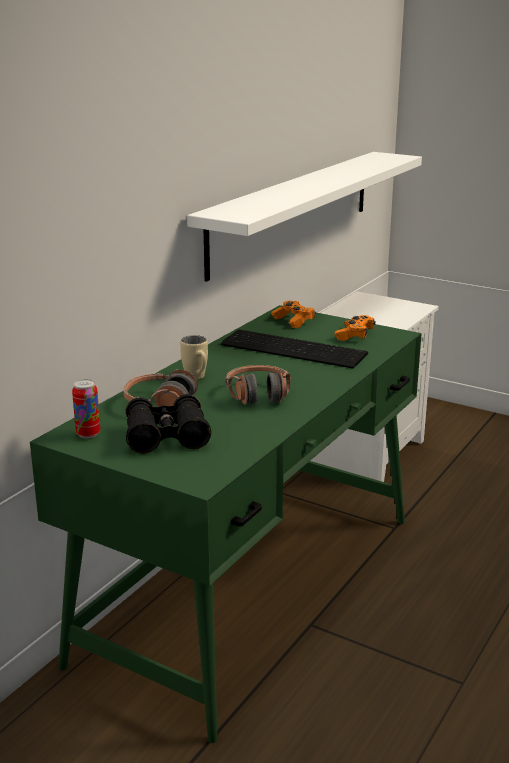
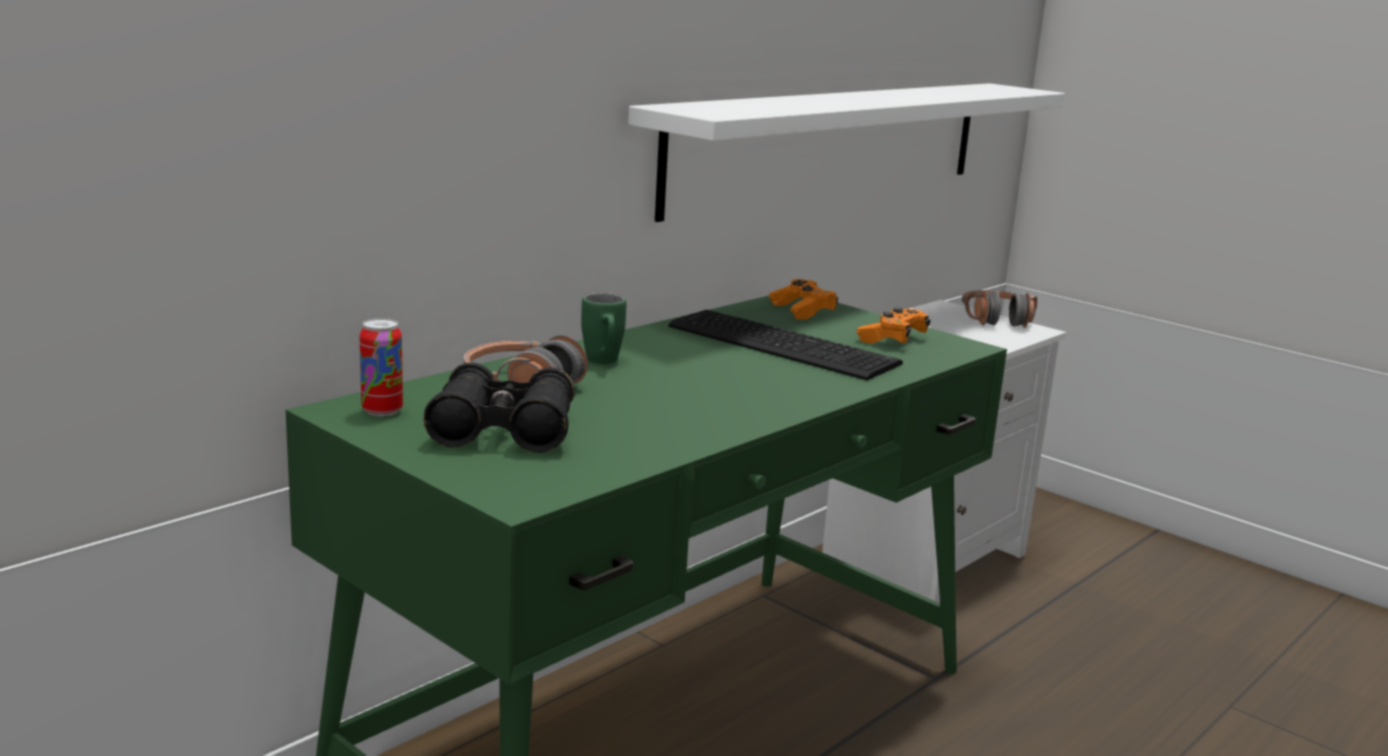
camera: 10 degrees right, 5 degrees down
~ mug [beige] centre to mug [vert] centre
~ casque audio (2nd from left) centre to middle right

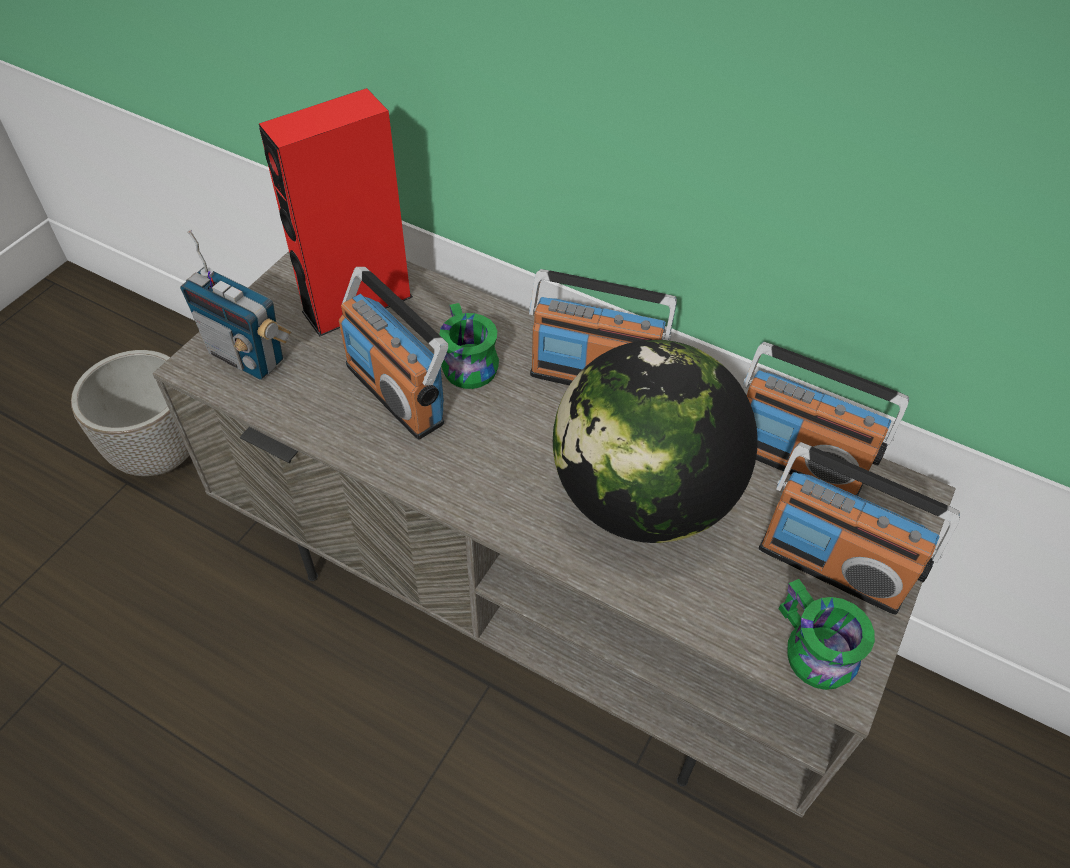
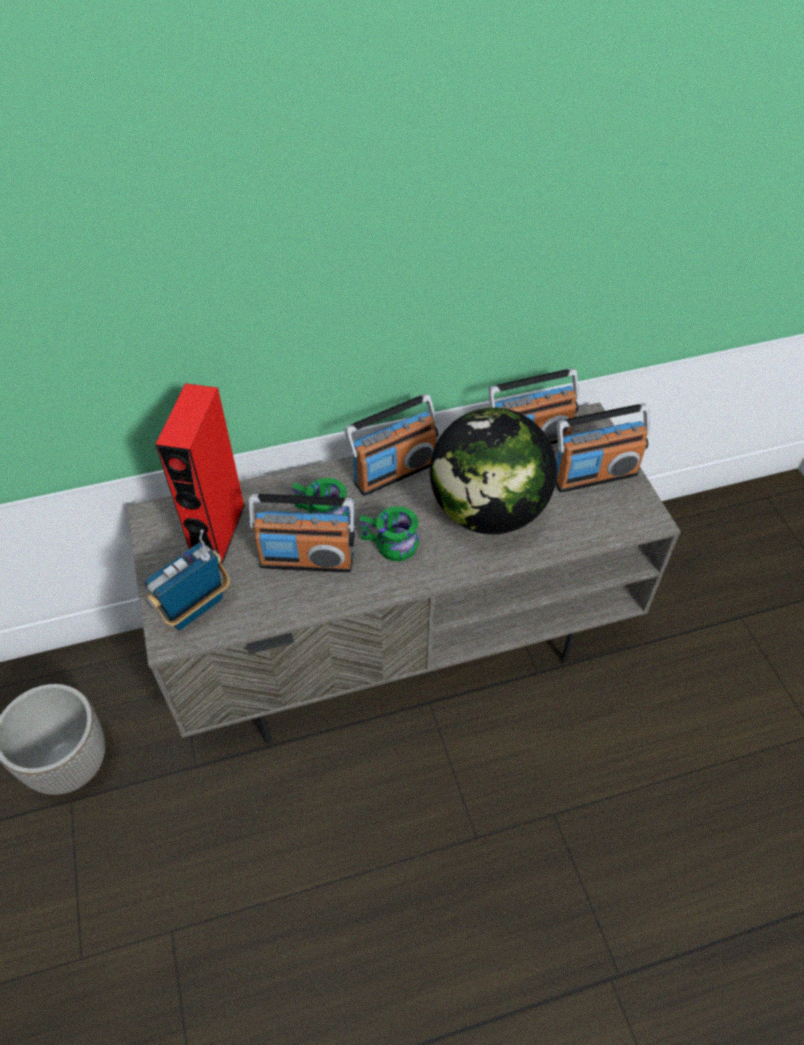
camera: 45 degrees left, 0 degrees up
~ radio (1st from left) middle left = middle left 150 degrees clockwise
~ mug [vert] (2nd from left) bottom right to centre

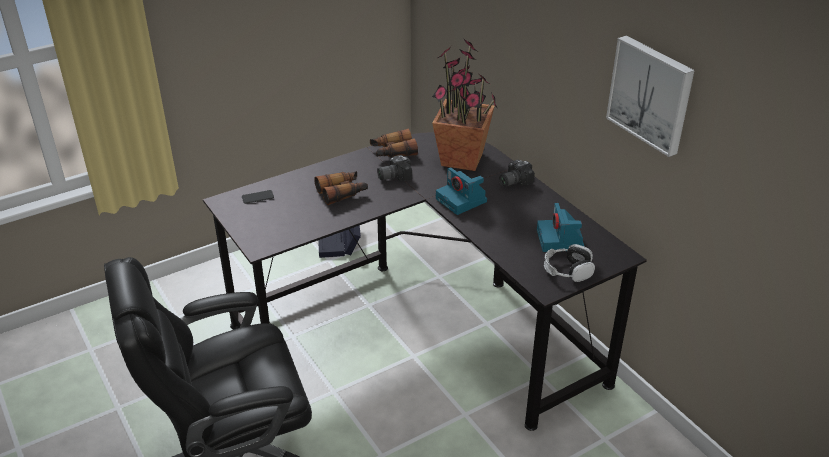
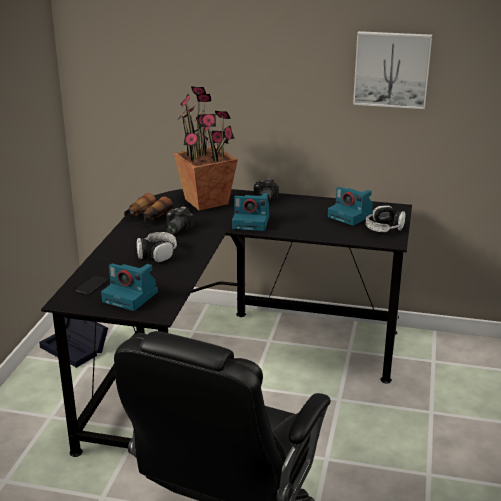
camera: 45 degrees left, 10 degrees down
+ appareil photo (1st from left) middle left
~ jumelles (1st from left) centre to casque audio (1st from left) middle left

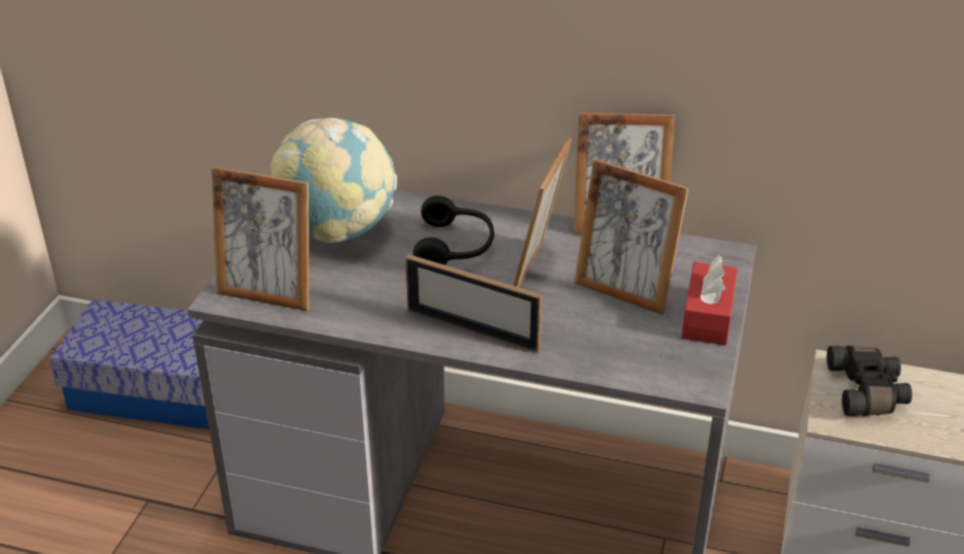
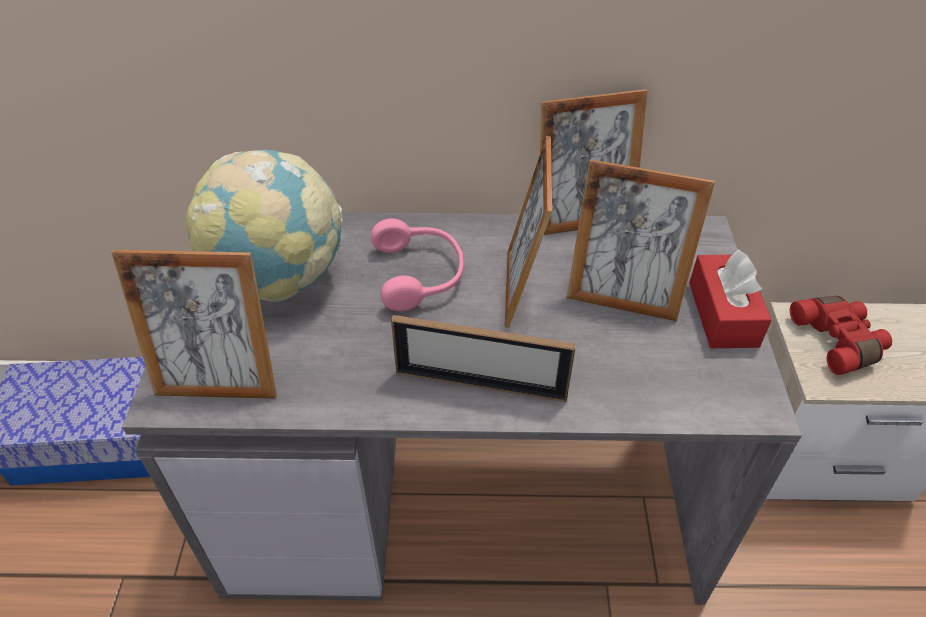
camera: 15 degrees left, 10 degrees up
~ casque audio [noir] centre to casque audio [rose] centre
~ jumelles [noir] bottom right to jumelles [rouge] middle right

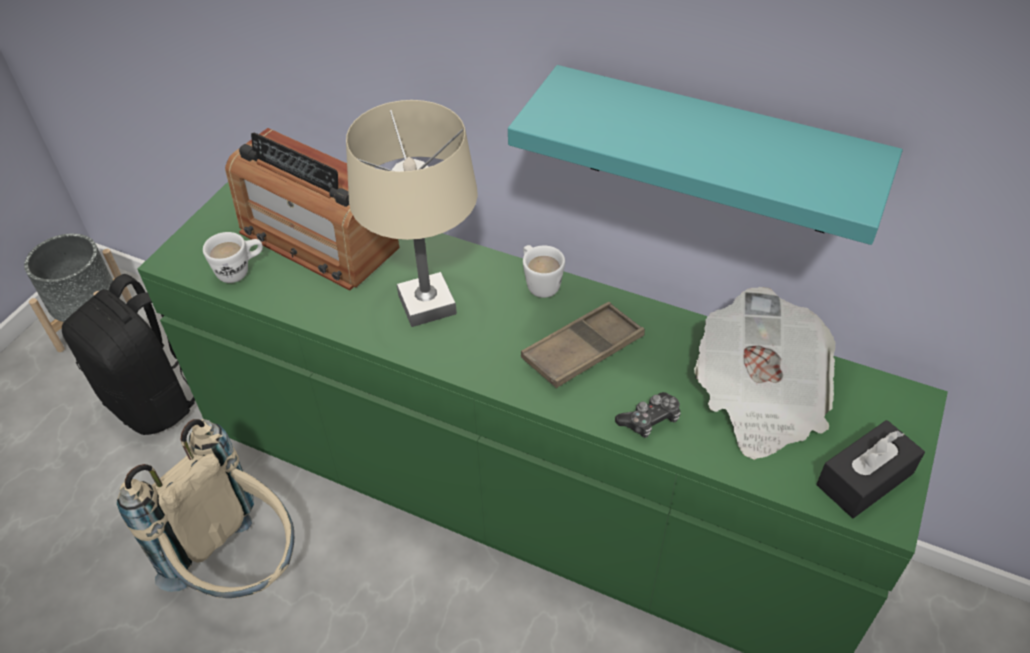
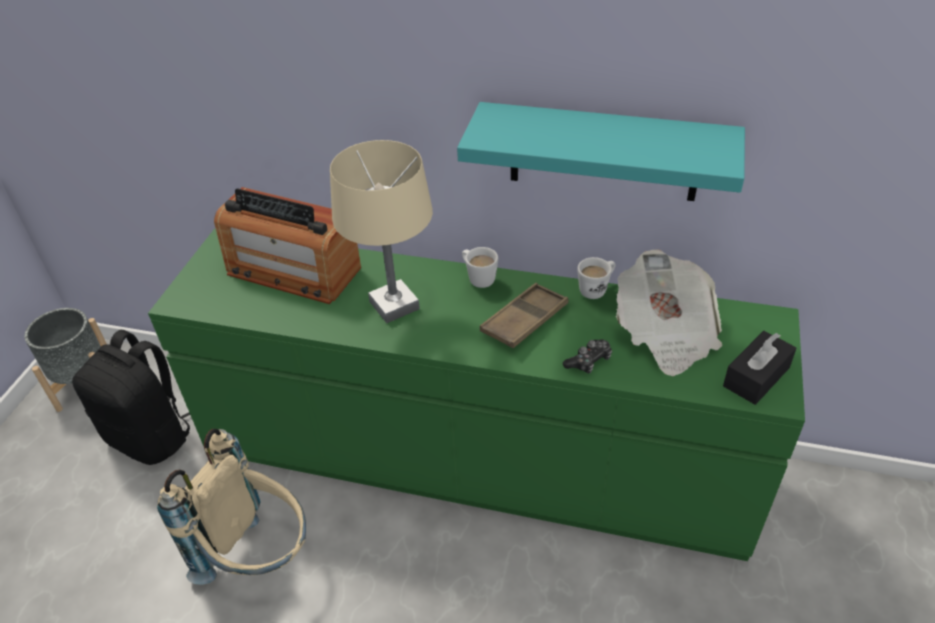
camera: 10 degrees left, 5 degrees down
~ mug [blanc] (1st from left in the first image) middle left to mug [blanc] (2nd from left) centre

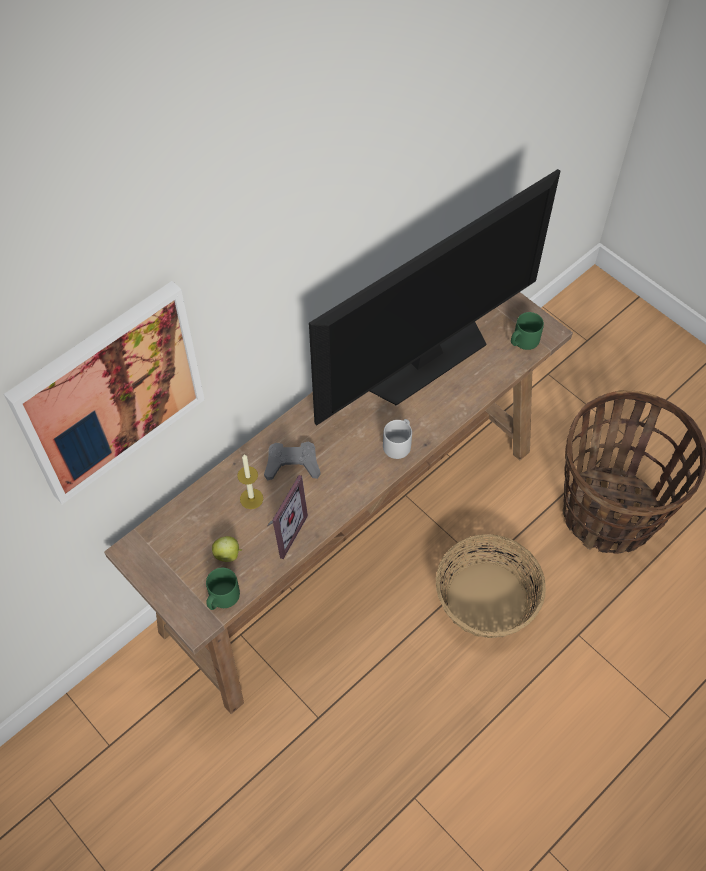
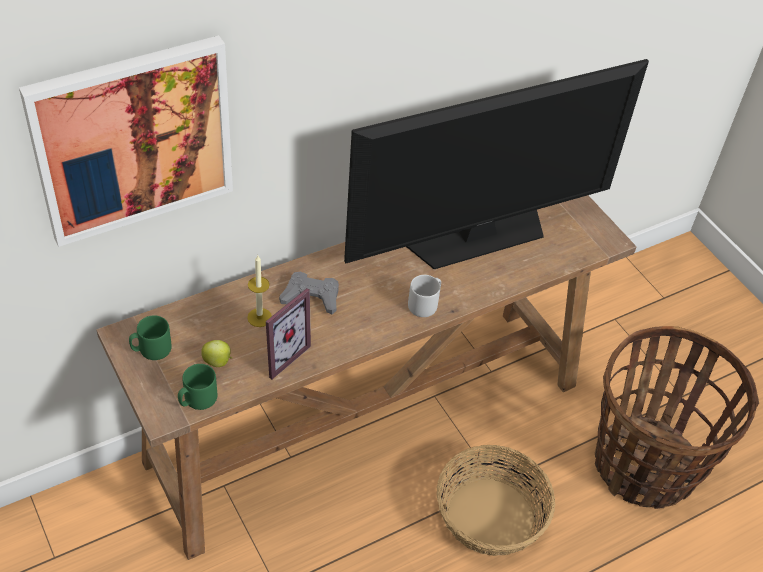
camera: 10 degrees right, 10 degrees down
~ mug [vert] (2nd from left in the first image) middle right to mug [vert] (1st from left) middle left

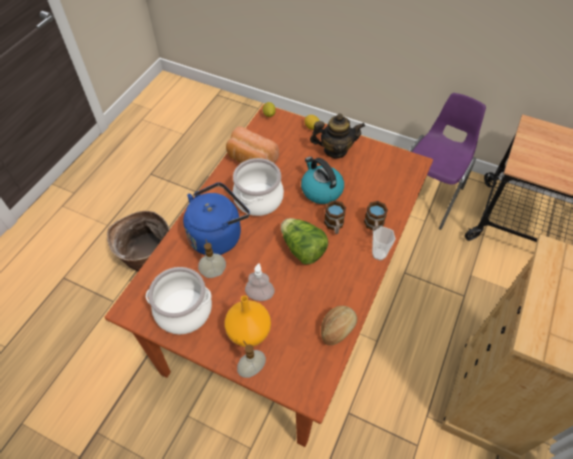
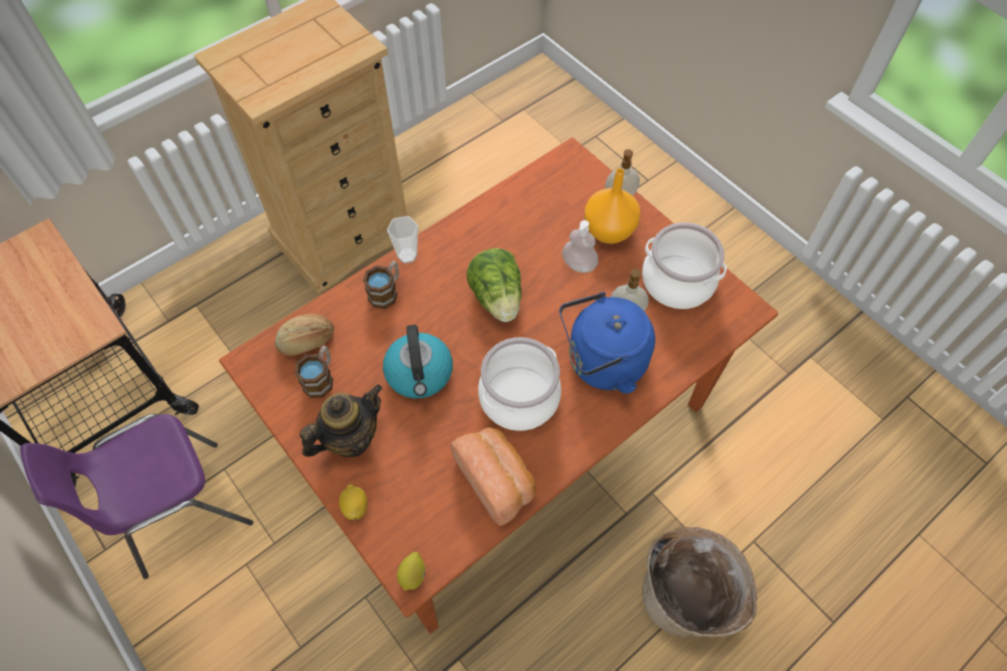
camera: 155 degrees left, 5 degrees up
~ pain (2nd from left in the first image) bottom centre to pain (1st from left) middle left
~ mug (1st from left) centre to middle left
~ théière top centre = centre 120 degrees clockwise

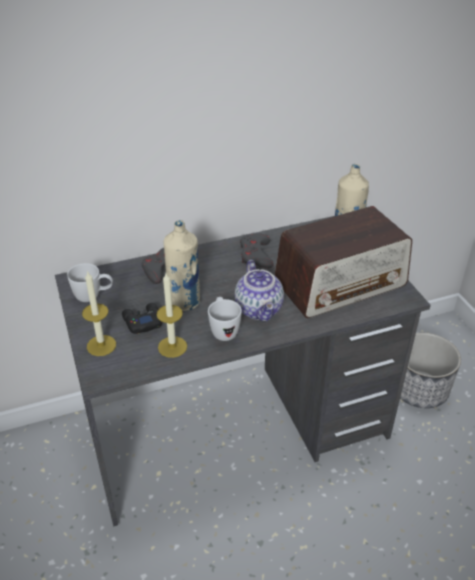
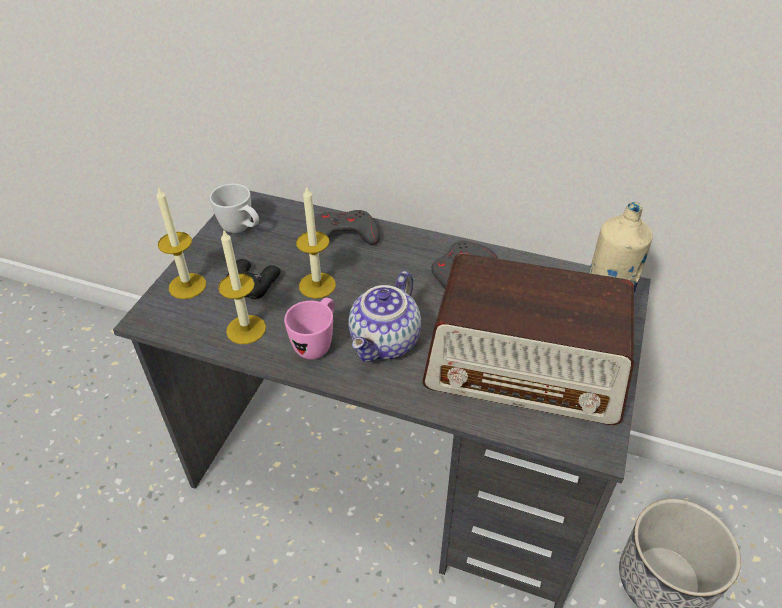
camera: 40 degrees right, 5 degrees up
~ mug [blanc] (2nd from left) centre to mug [rose] centre
~ bouteille [beige] (1st from left) centre to bougie (3rd from left) centre

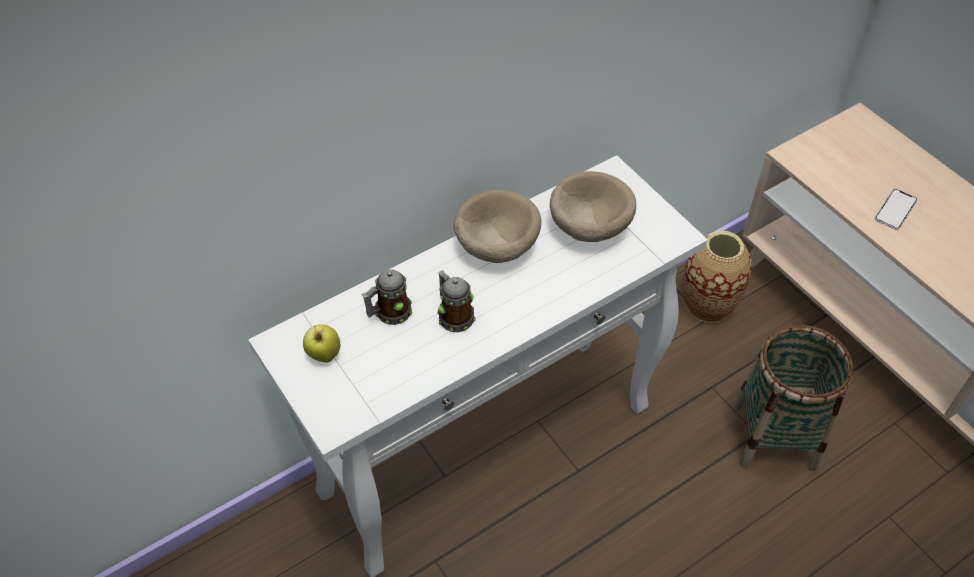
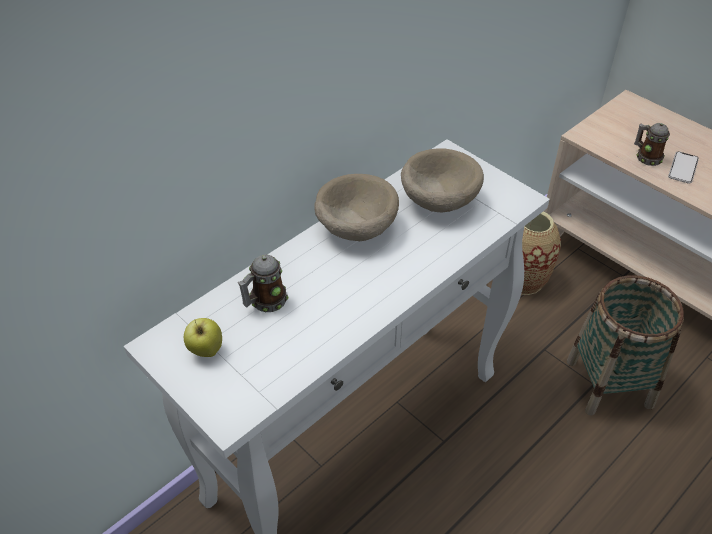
camera: 10 degrees left, 5 degrees down
~ mug (2nd from left) centre to top right

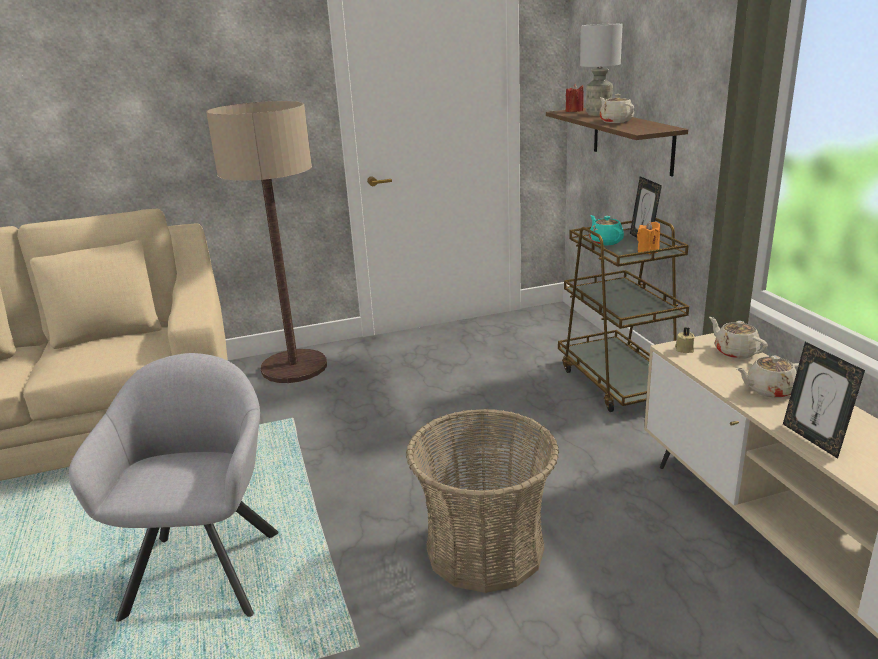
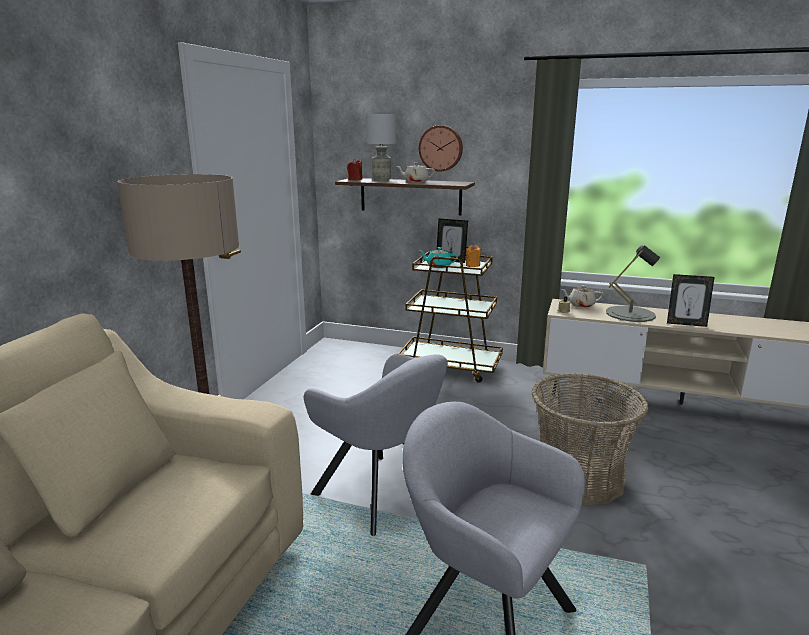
camera: 55 degrees left, 5 degrees down
+ fauteuil [gris] (1st from left) bottom centre
+ horloge murale top centre
~ théière [beige] (3rd from left) middle right to lampe de table [gris] (2nd from left) middle right

